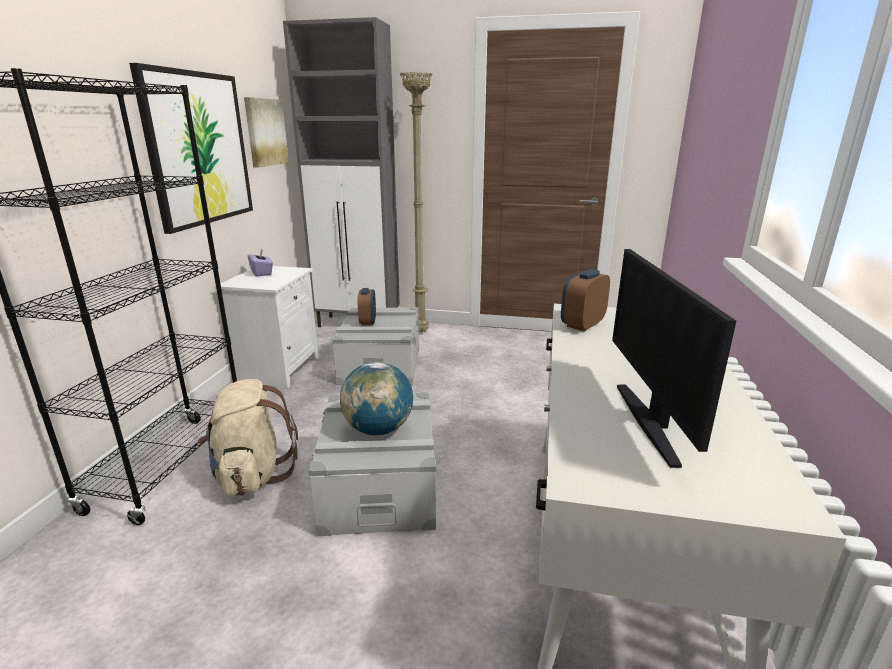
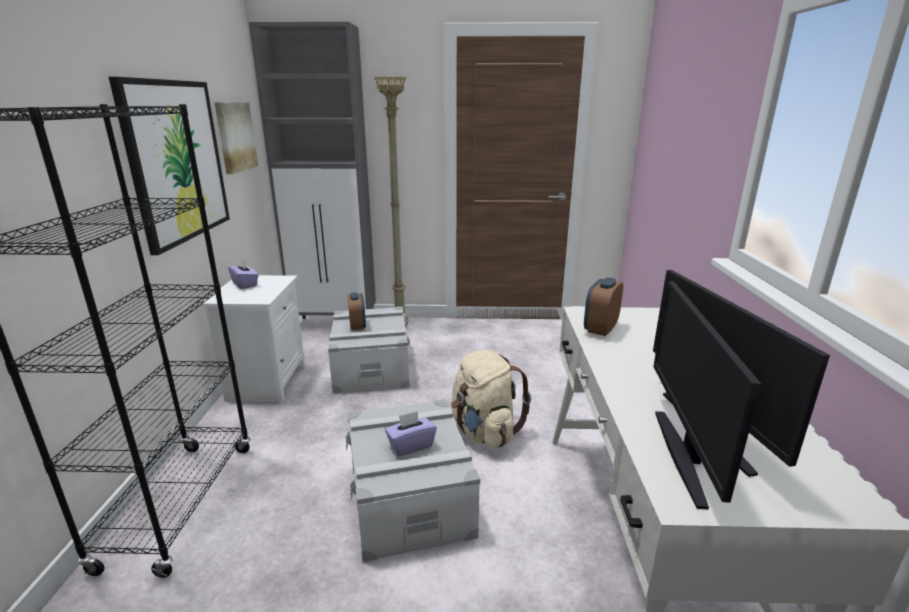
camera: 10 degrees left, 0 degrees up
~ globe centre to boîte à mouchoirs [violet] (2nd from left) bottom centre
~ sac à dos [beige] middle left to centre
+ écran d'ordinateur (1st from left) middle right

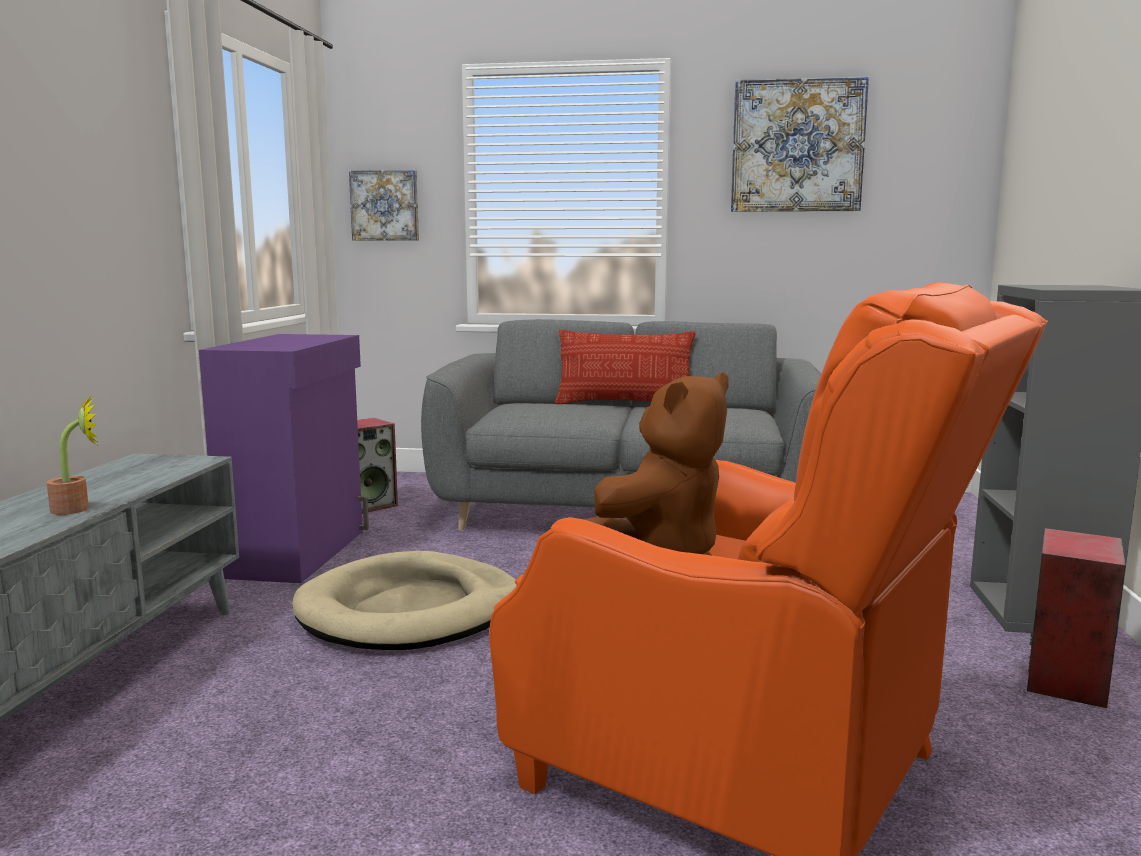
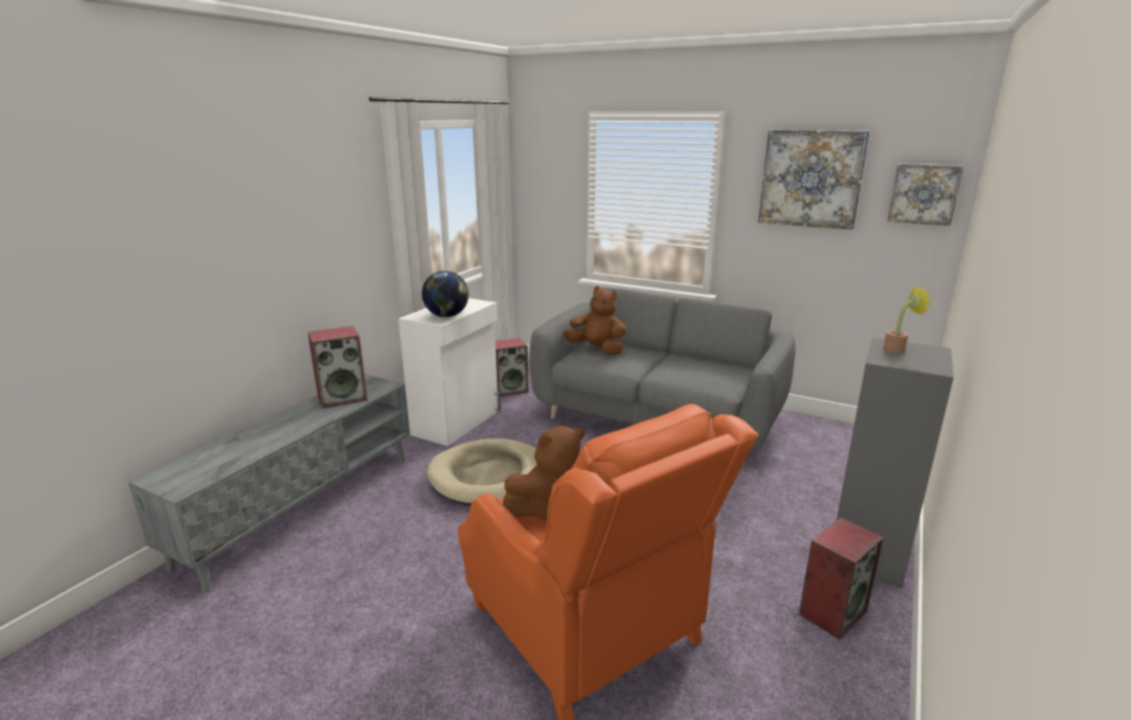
camera: 20 degrees right, 10 degrees up
+ enceinte (1st from left) middle left
~ meuble de rangement [violet] middle left to meuble de rangement [blanc] centre
+ globe centre
+ peluche [marron] (2nd from left) centre
~ plante en pot middle left to middle right
~ tableau (1st from left in the first image) top centre to tableau (2nd from left) top right
- coussin centre

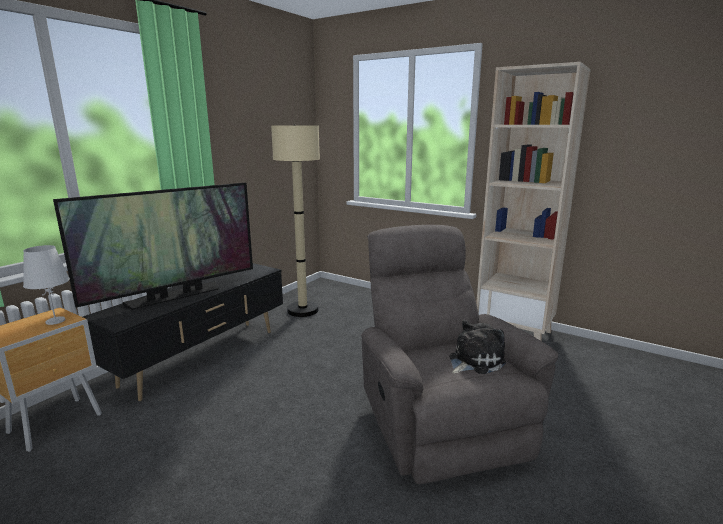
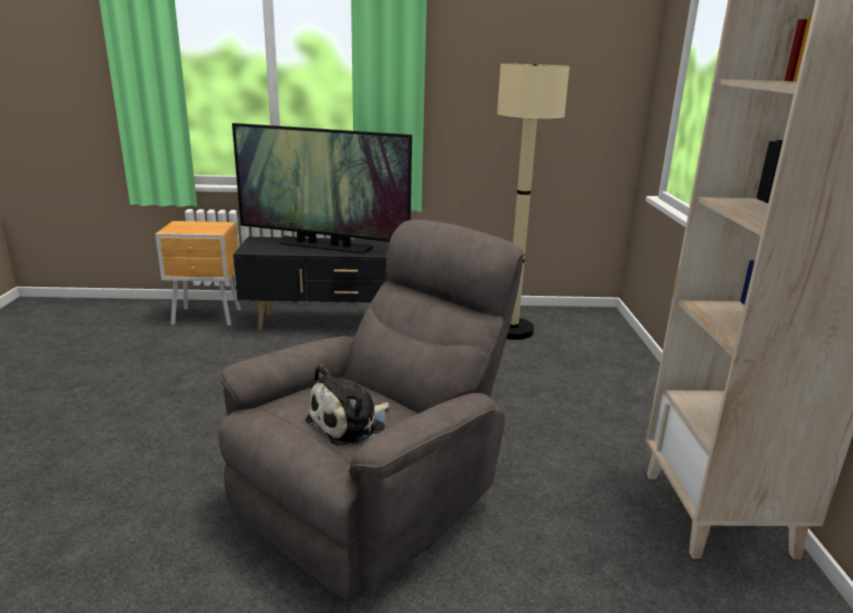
camera: 55 degrees right, 5 degrees up
~ peluche centre = centre 120 degrees clockwise
- lampe de table [blanc] middle left

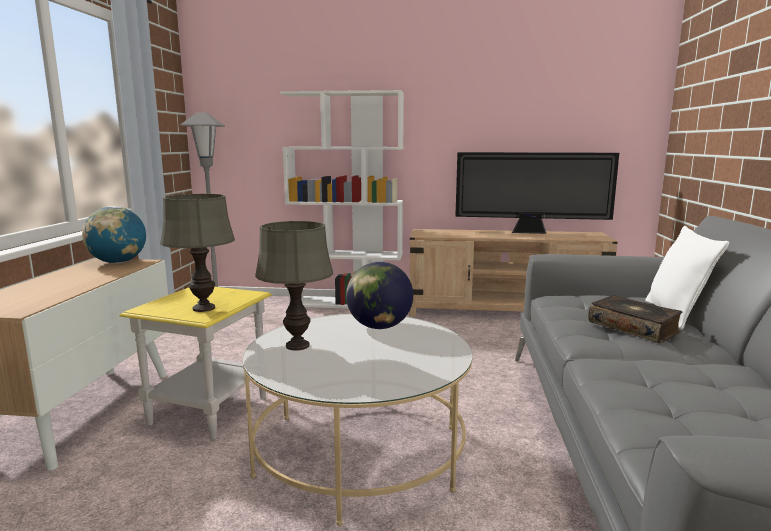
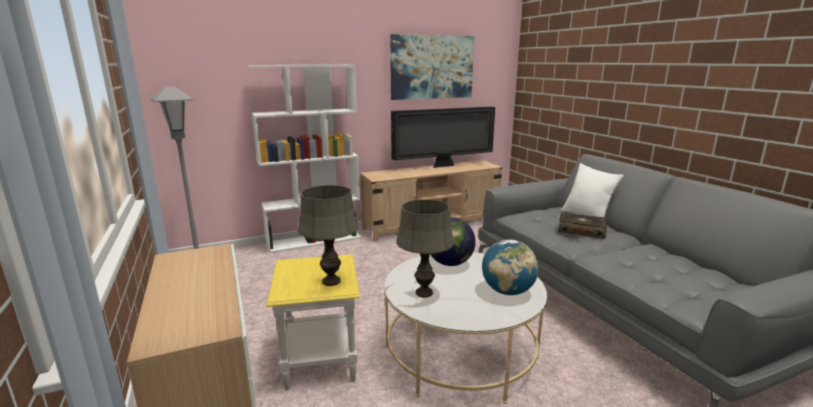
camera: 30 degrees left, 5 degrees up
+ tableau top centre
~ globe (1st from left in the first image) middle left to globe (2nd from left) centre

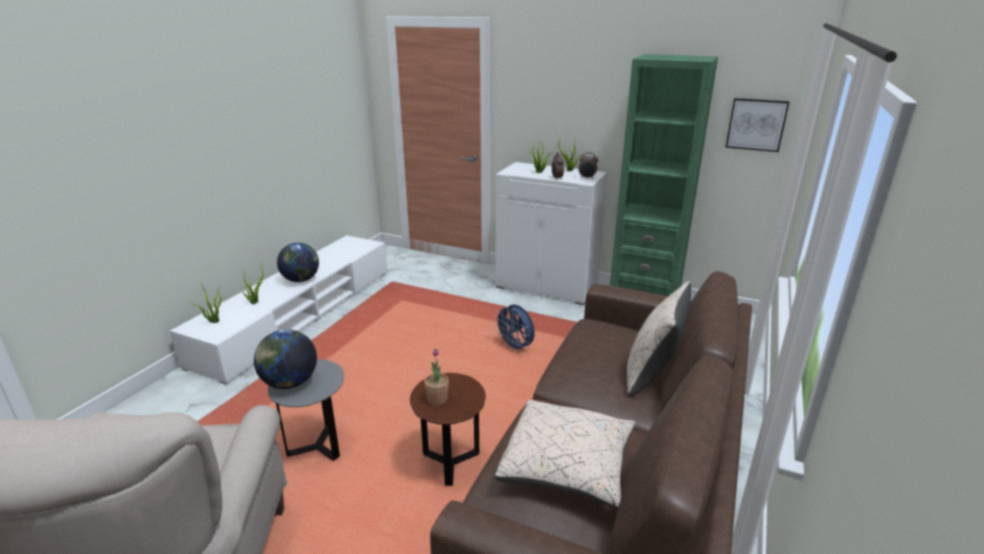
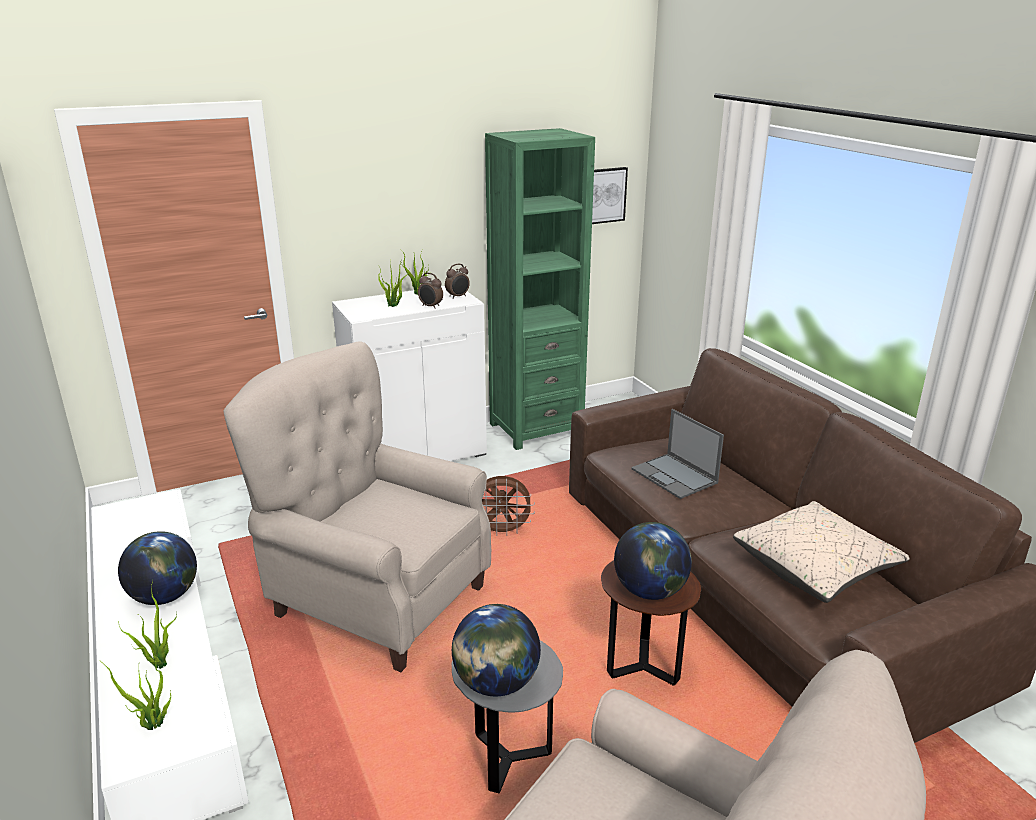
camera: 50 degrees left, 0 degrees up
+ fauteuil [beige] (1st from left) centre
~ ventilateur [bleu] centre to ventilateur [marron] centre
~ plante en pot (3rd from left) bottom centre to globe (3rd from left) bottom centre
+ ordinateur portable centre
- coussin [beige] (2nd from left) middle right

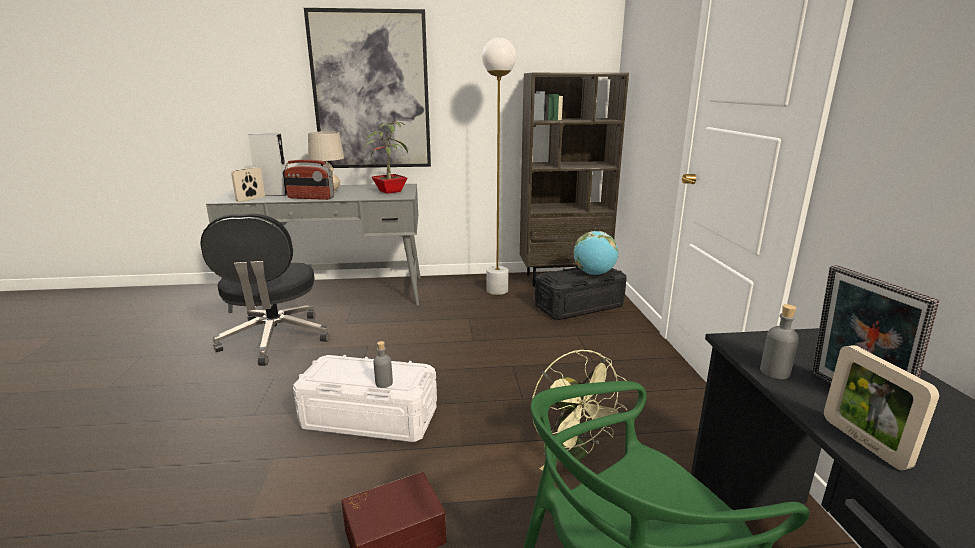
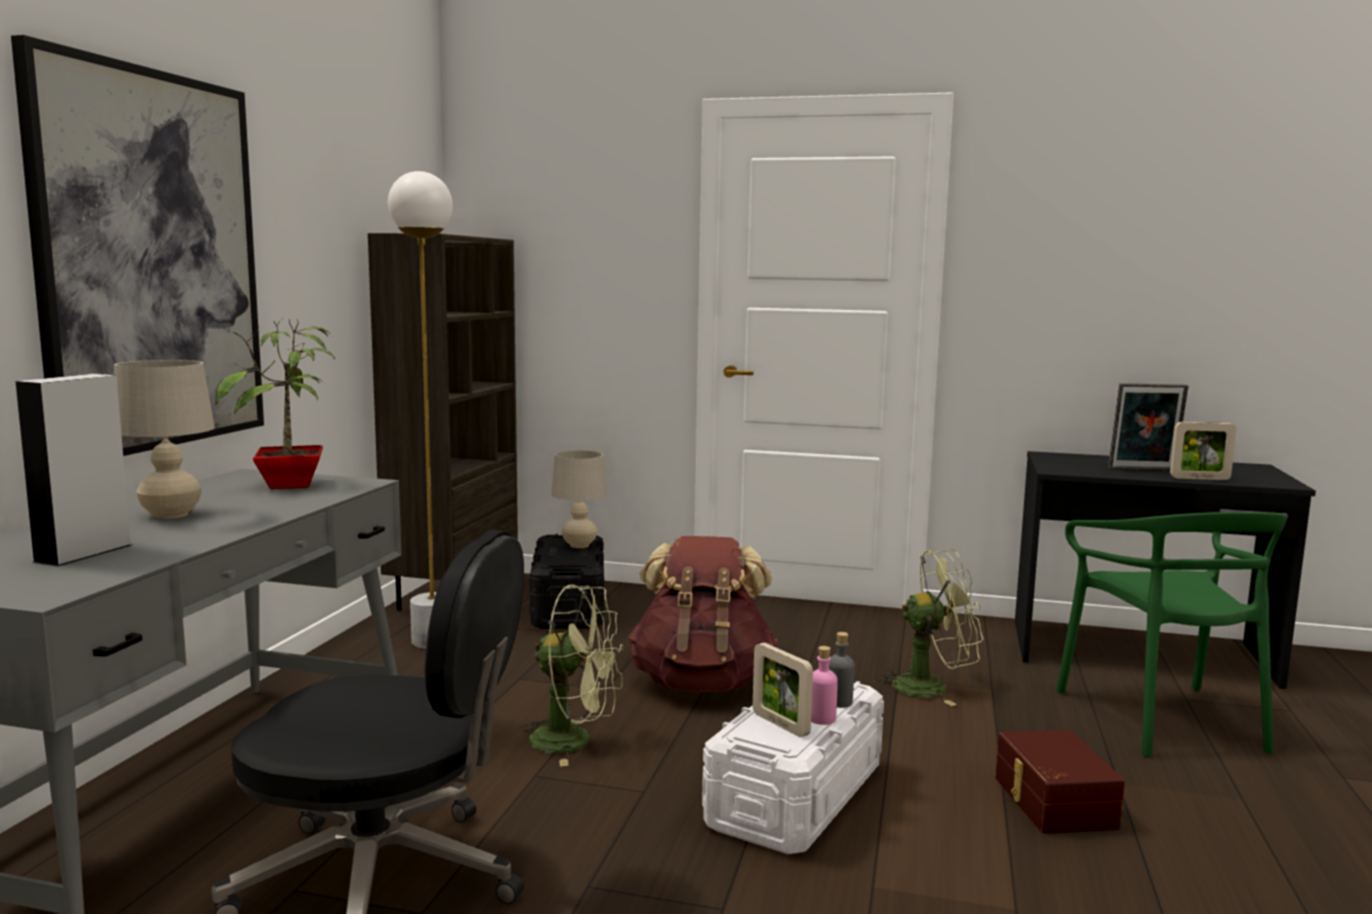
camera: 70 degrees left, 10 degrees down
+ ventilateur [vert] (1st from left) bottom centre
~ globe centre to lampe de table [beige] (2nd from left) centre
+ sac à dos [marron] bottom centre
~ cadre photo (1st from left) middle left to bottom centre
+ bouteille [rose] bottom centre
- radio top left
- bouteille [gris] (2nd from left) middle right

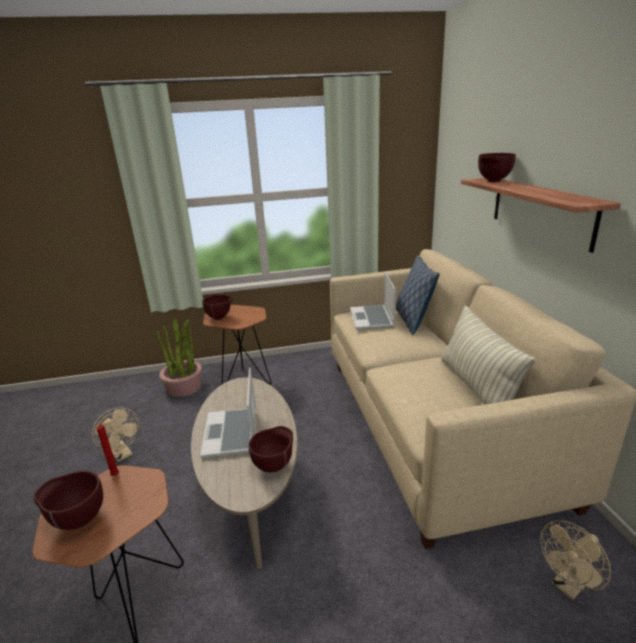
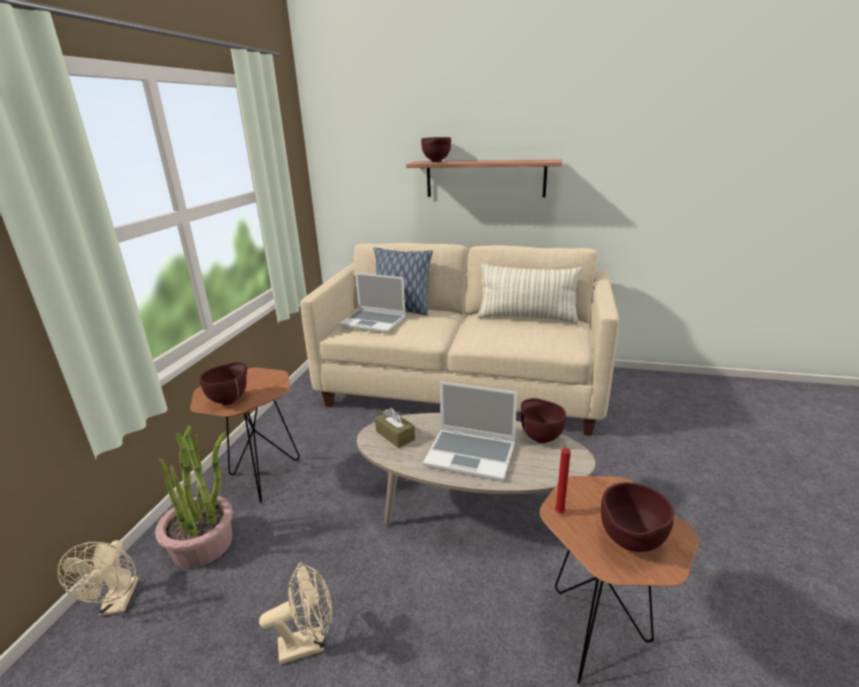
camera: 65 degrees left, 0 degrees up
~ ventilateur [beige] (2nd from left in the first image) bottom right to ventilateur [beige] (1st from left) bottom left
+ boîte à mouchoirs [marron] centre

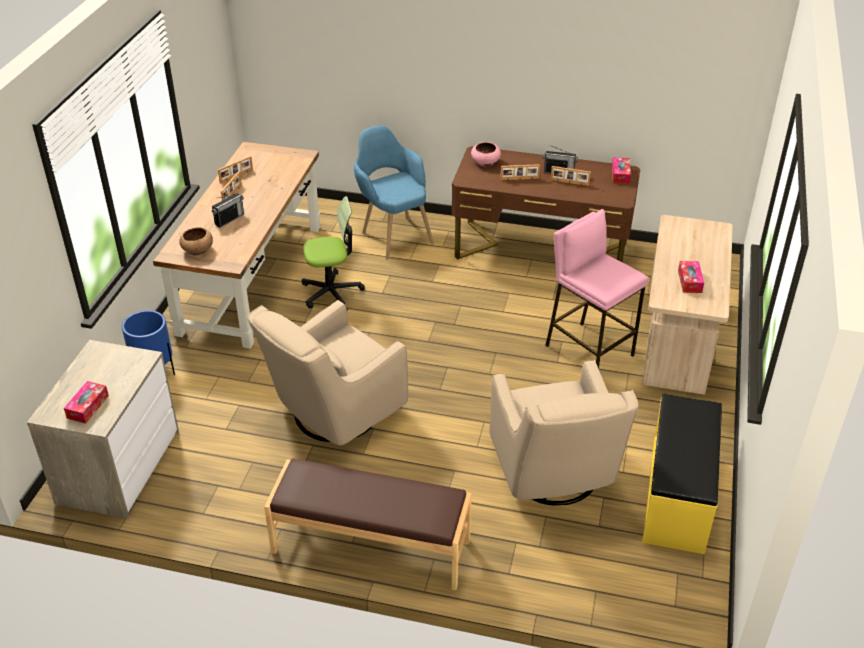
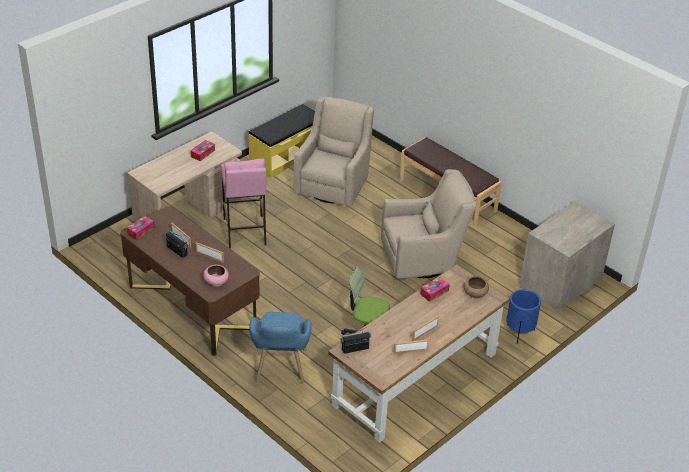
camera: 150 degrees left, 0 degrees up
~ radio (1st from left in the first image) top left to radio (2nd from left) bottom centre
~ boîte à mouchoirs (1st from left in the first image) middle left to boîte à mouchoirs (3rd from left) centre

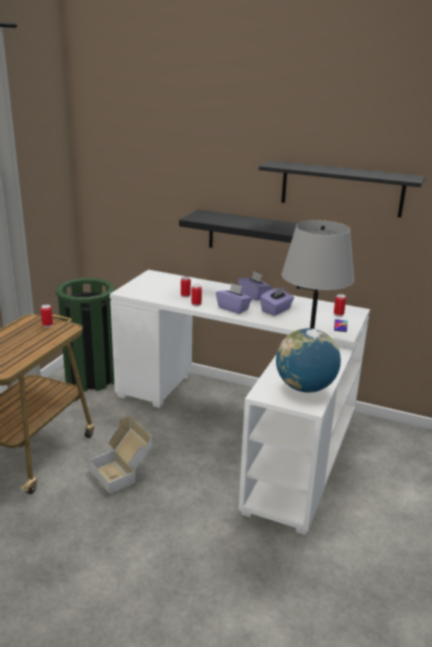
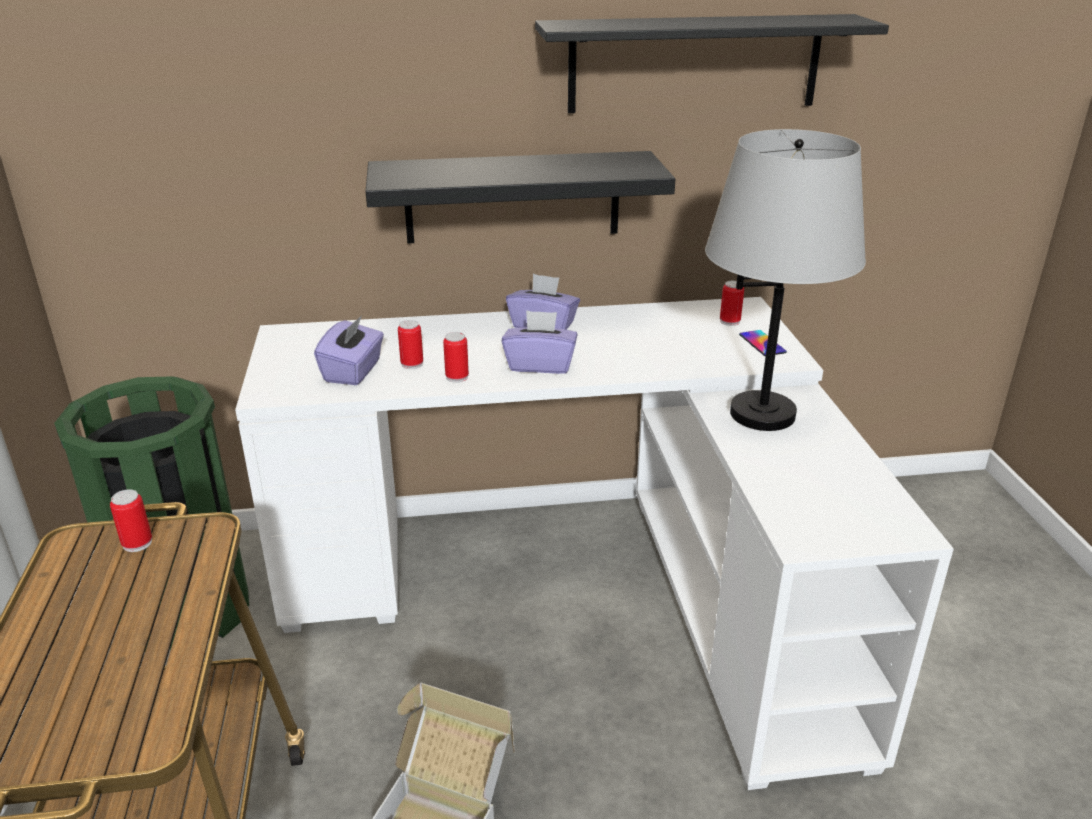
camera: 30 degrees left, 5 degrees up
~ boîte à mouchoirs [violet] (3rd from left in the first image) centre to boîte à mouchoirs [violet] (1st from left) middle left
- globe middle right

